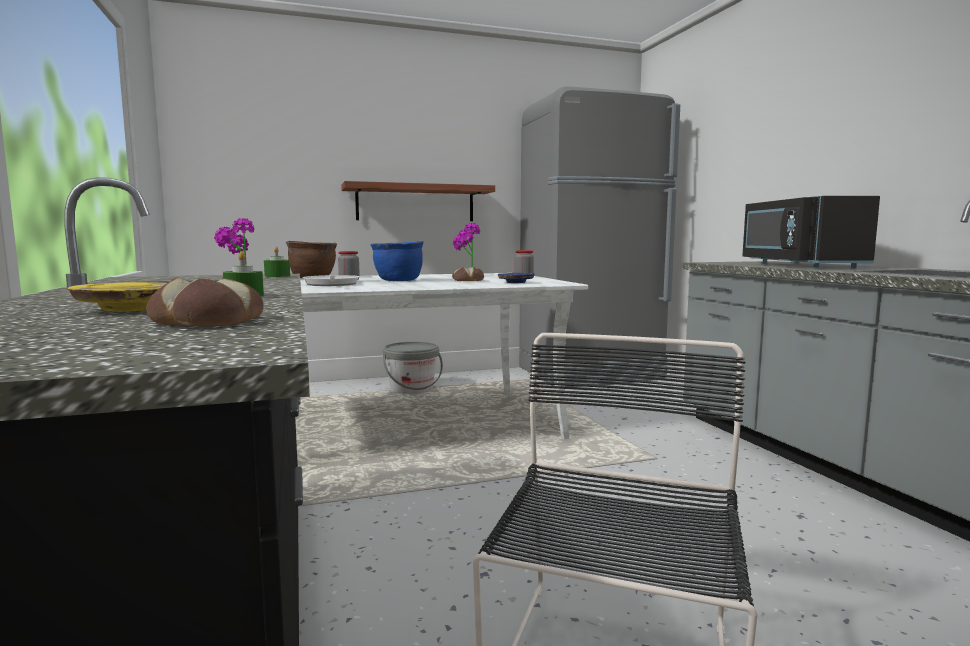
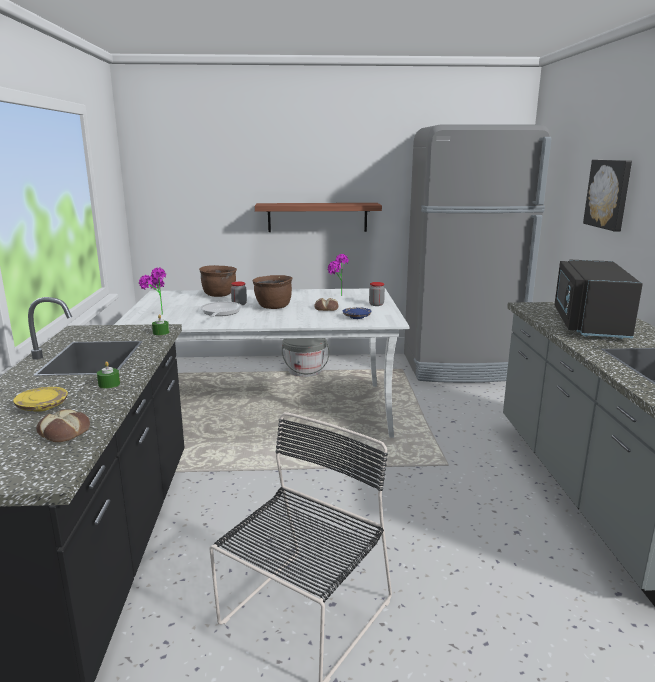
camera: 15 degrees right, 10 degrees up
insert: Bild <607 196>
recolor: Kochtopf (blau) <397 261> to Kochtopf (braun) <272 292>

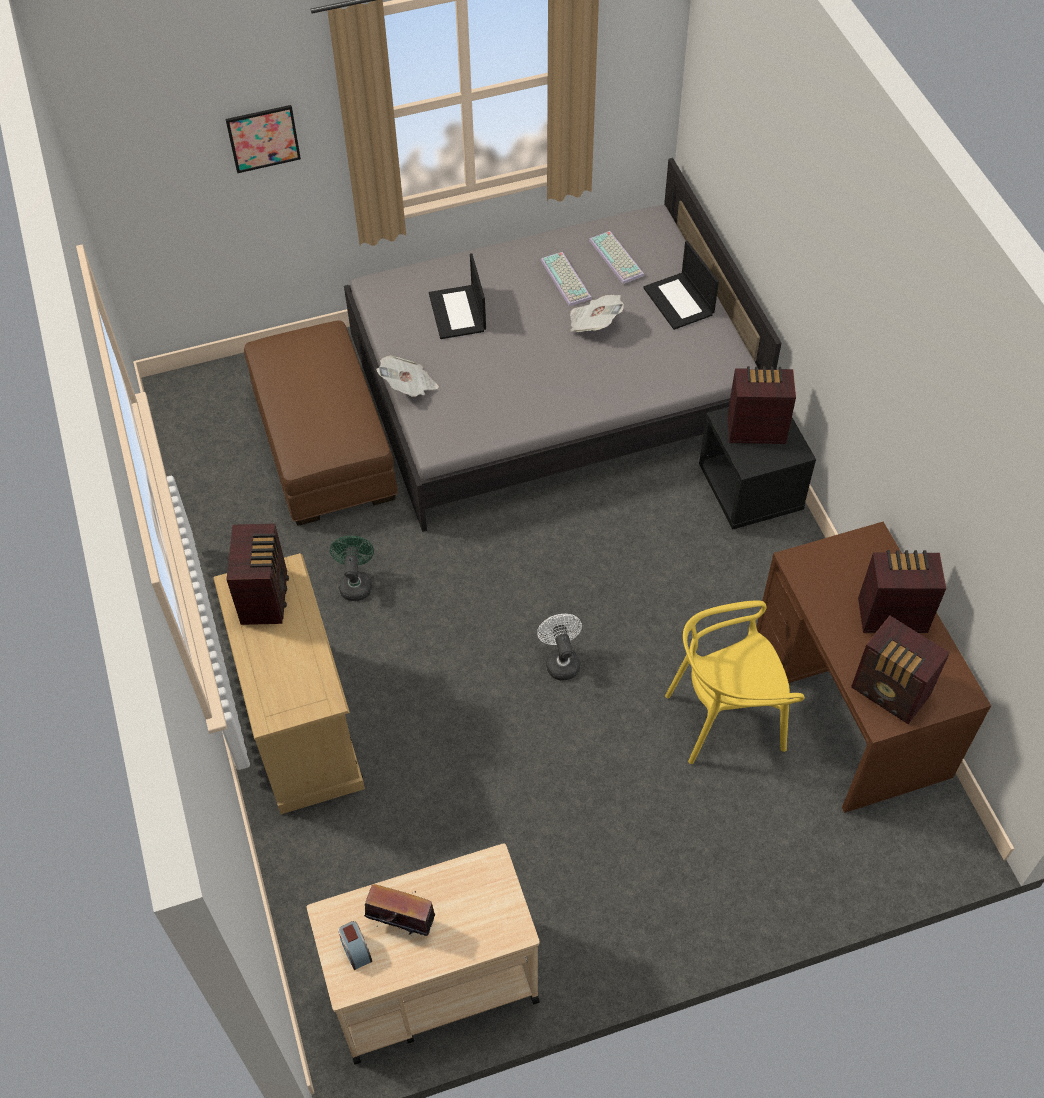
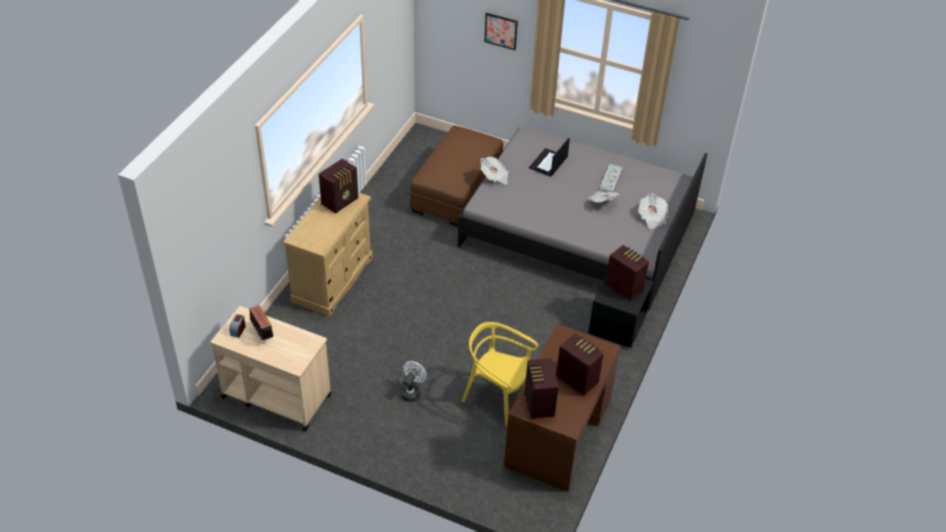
camera: 40 degrees right, 10 degrees down
delete: Ventilator (grün) <352 568>; Tastatur <616 257>
move: Ventilator (weiß) <559 647> to <413 381>
replace: Laptop <681 285> to Zeitung <653 211>

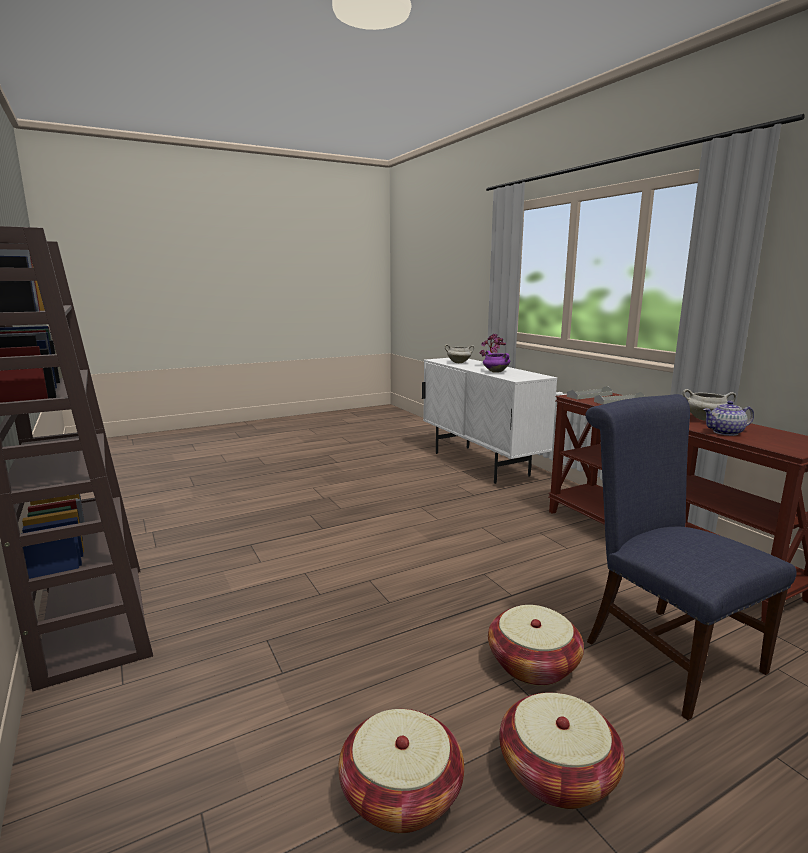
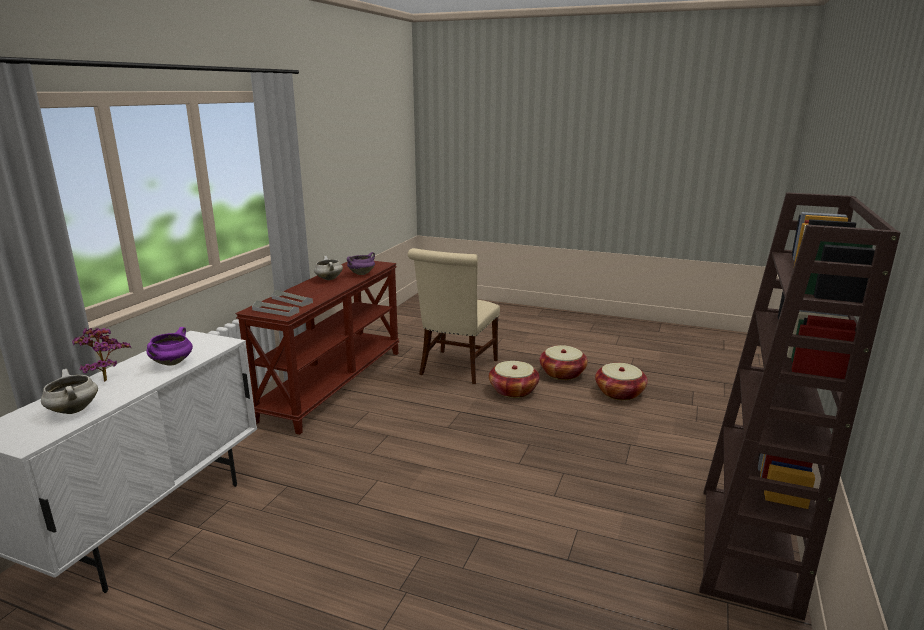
camera: 130 degrees left, 5 degrees up
replace: Teekanne <728 418> to Kochtopf (lila) <361 263>
recolor: Stuhl (blau) <691 557> to Stuhl (beige) <454 316>

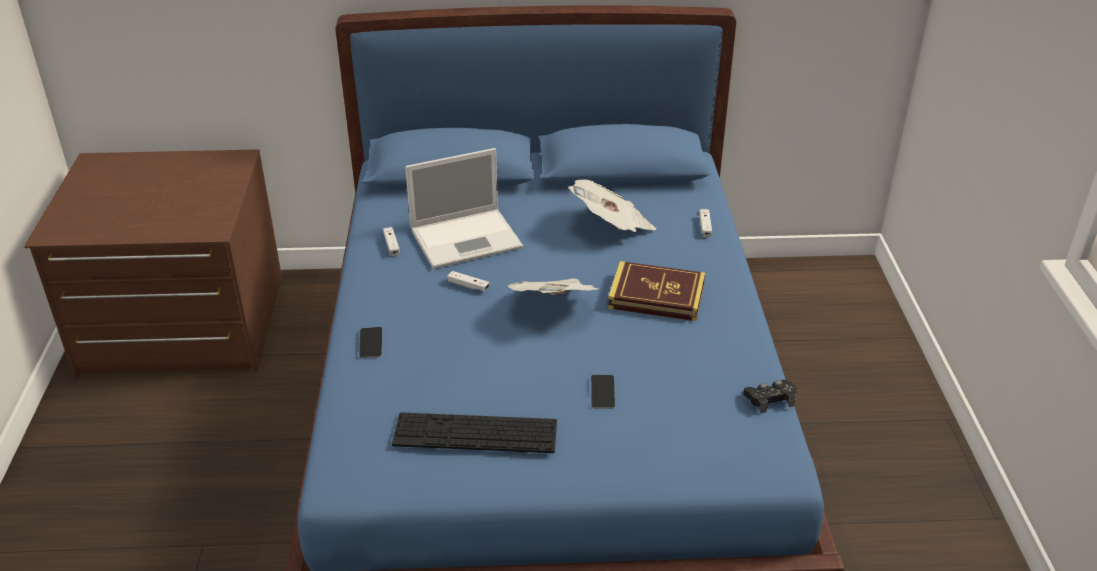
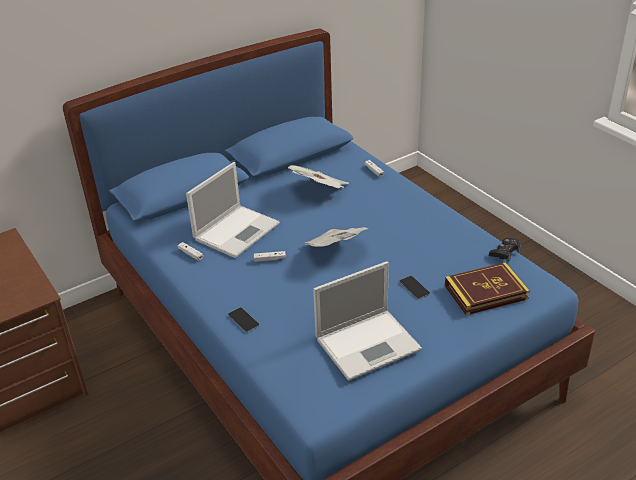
camera: 30 degrees left, 0 degrees up
move: Buch <656 291> to <487 288>
replace: Tastatur <474 432> to Laptop <367 321>

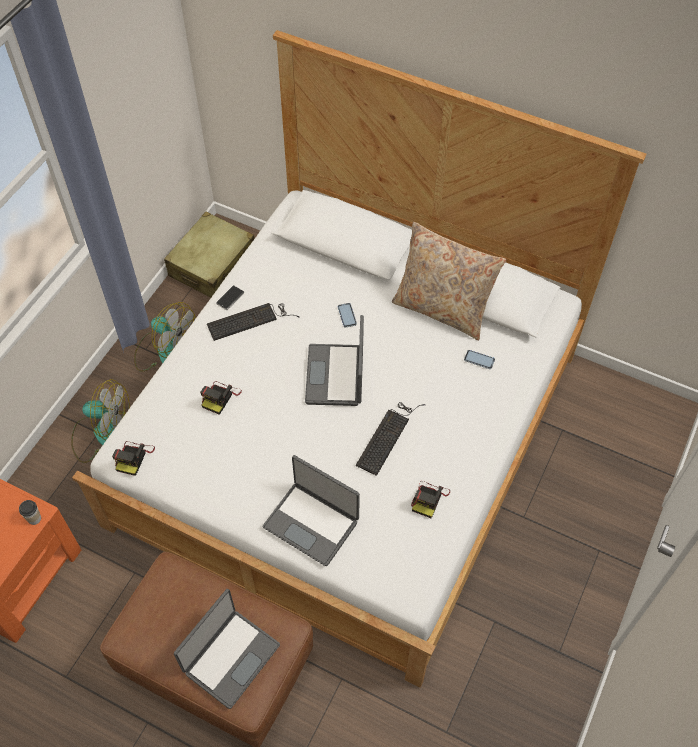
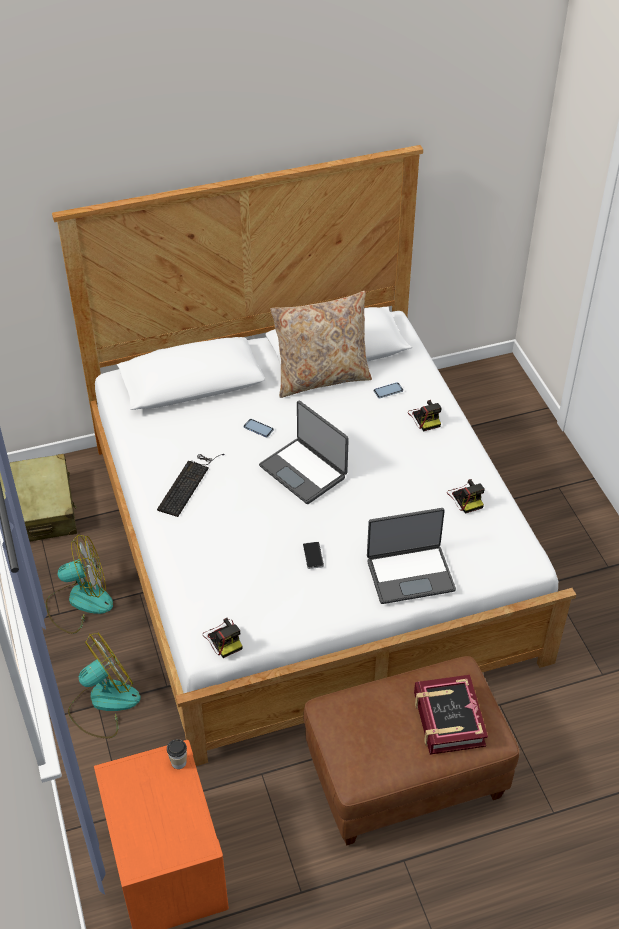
camera: 45 degrees left, 10 degrees down
delete: Tastatur <391 439>
move: Handy <230 297> to <313 555>; Kamera <221 398> to <424 416>
replace: Laptop <227 649> to Buch <451 715>

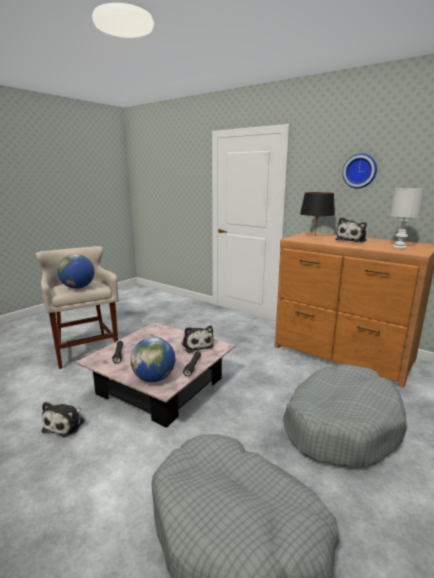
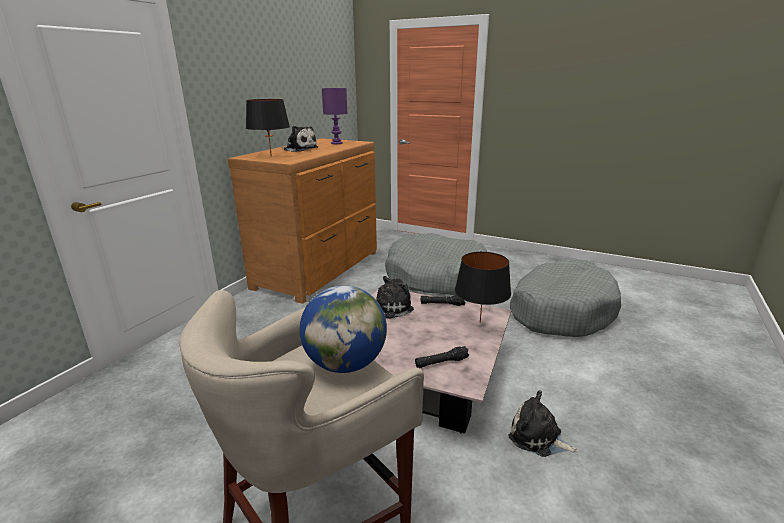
camera: 100 degrees left, 5 degrees up
delete: Wanduhr <360 170>
replace: Globus <152 359> to Tischlampe (schwarz) <483 287>
recolor: Tischlampe (weiß) <407 218> to Tischlampe (lila) <335 116>
rotate: Plüschtier <63 419> = <543 423> 150 degrees counterclockwise

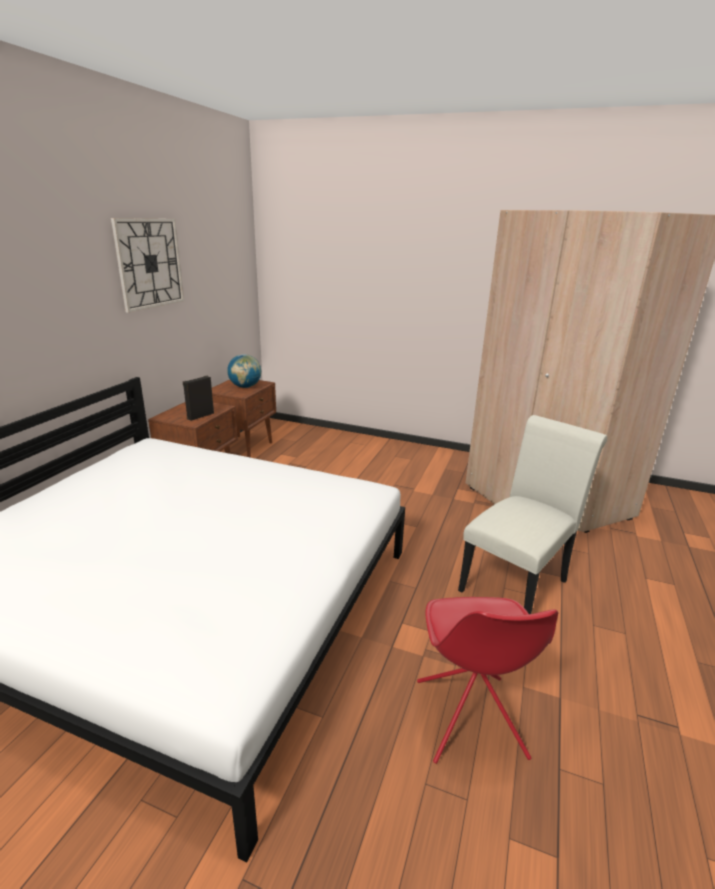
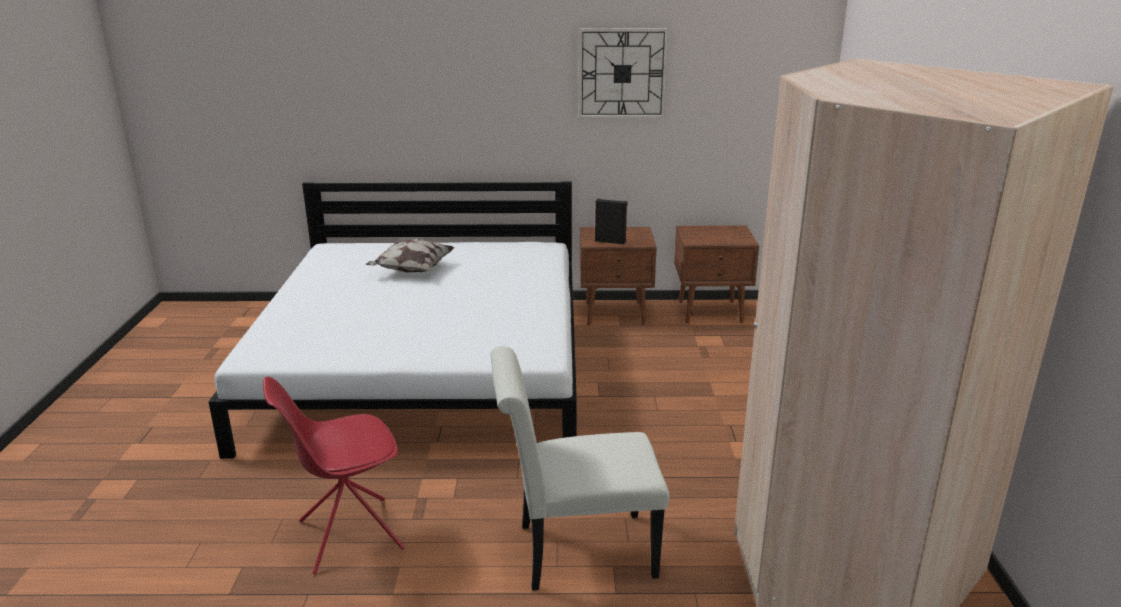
camera: 70 degrees right, 0 degrees up
delete: Globus <244 371>
insert: Kissen <410 255>
rotate: Stuhl (weiß) <532 514> = <580 468> 150 degrees clockwise

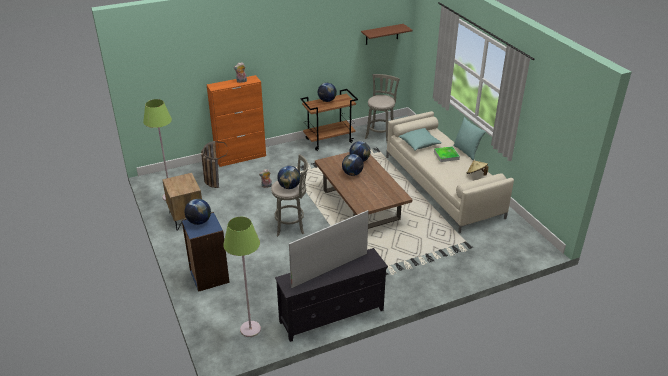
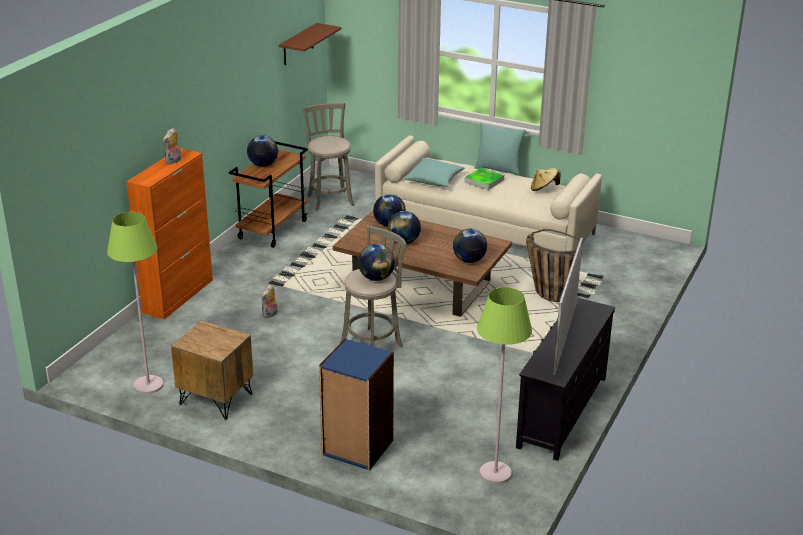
camera: 40 degrees left, 5 degrees down
move: Globus <198 212> to <470 246>; Korb <214 164> to <553 265>

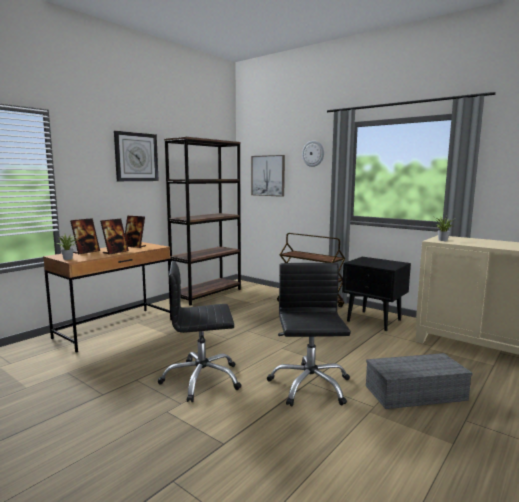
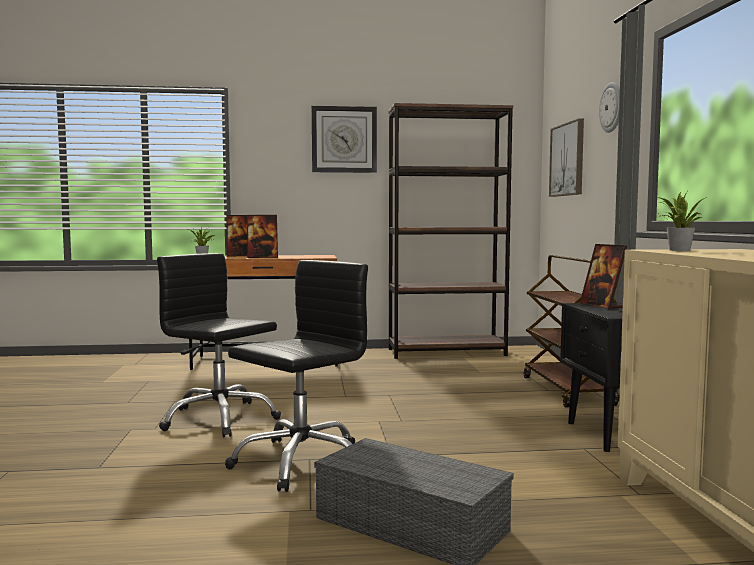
camera: 45 degrees right, 5 degrees down
move: Bilderrahmen <135 232> to <603 276>

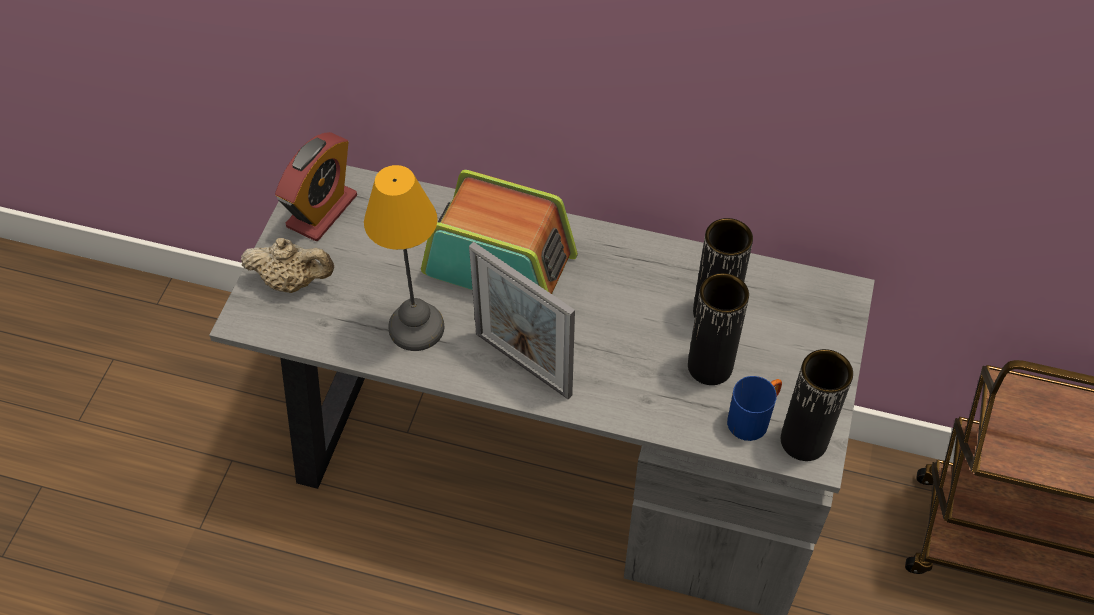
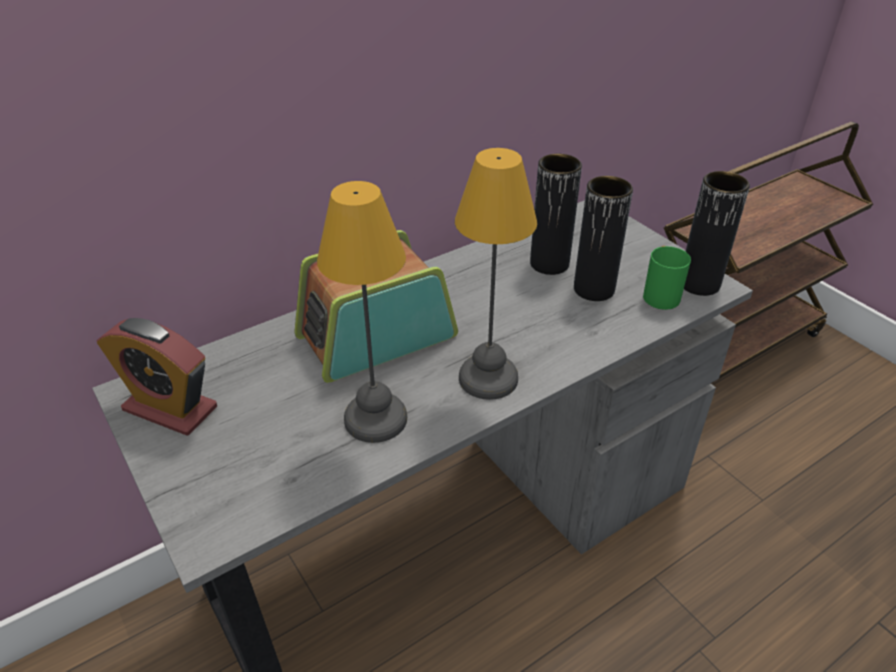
camera: 50 degrees left, 15 degrees down
delete: Teekanne (beige) <287 265>
replace: Bilderrahmen <522 320> to Tischlampe <496 274>
recolor: Henkelbecher (blau) <754 408> to Henkelbecher (grün) <667 278>
rotate: Wecker <316 186> = <156 377> 135 degrees clockwise

